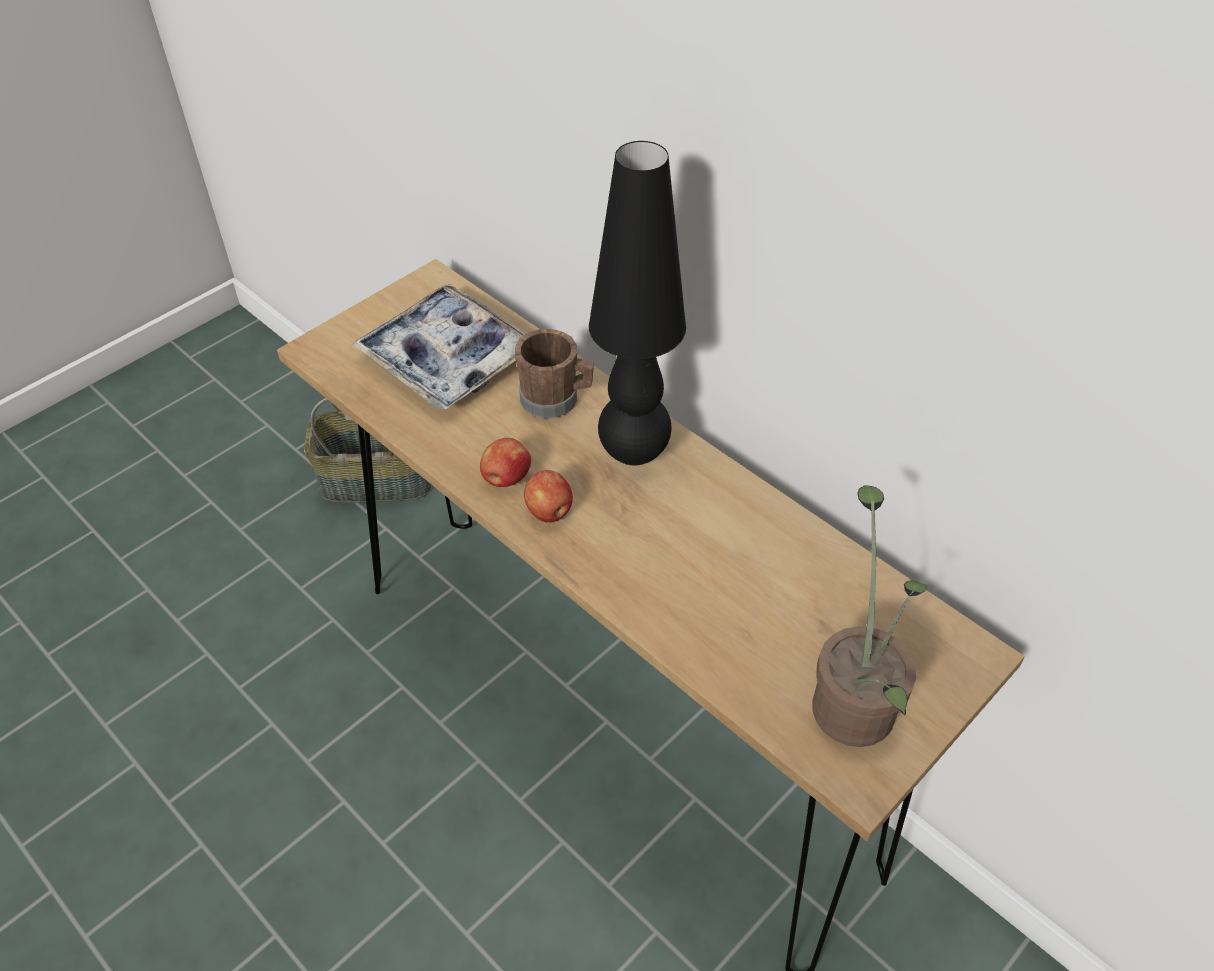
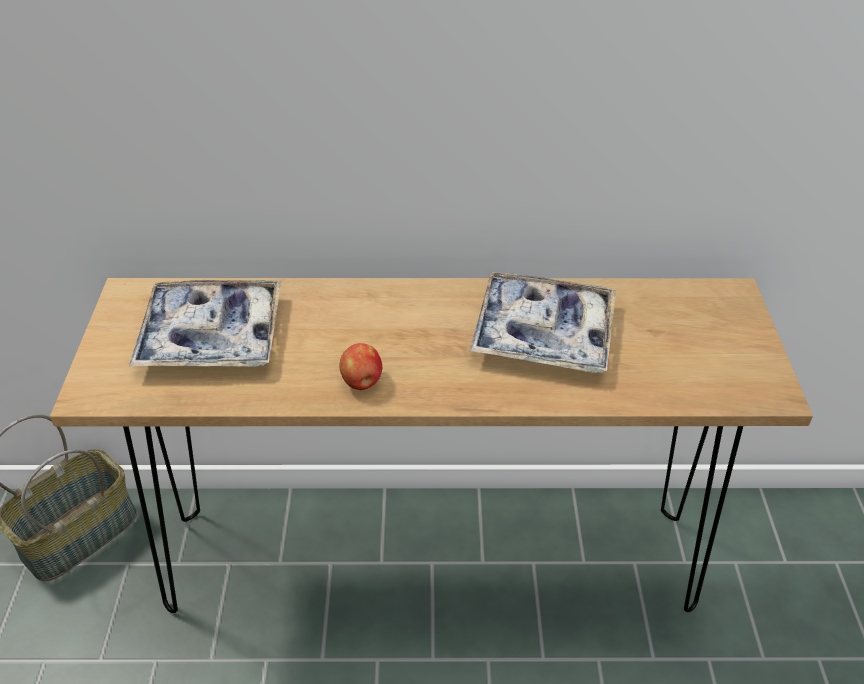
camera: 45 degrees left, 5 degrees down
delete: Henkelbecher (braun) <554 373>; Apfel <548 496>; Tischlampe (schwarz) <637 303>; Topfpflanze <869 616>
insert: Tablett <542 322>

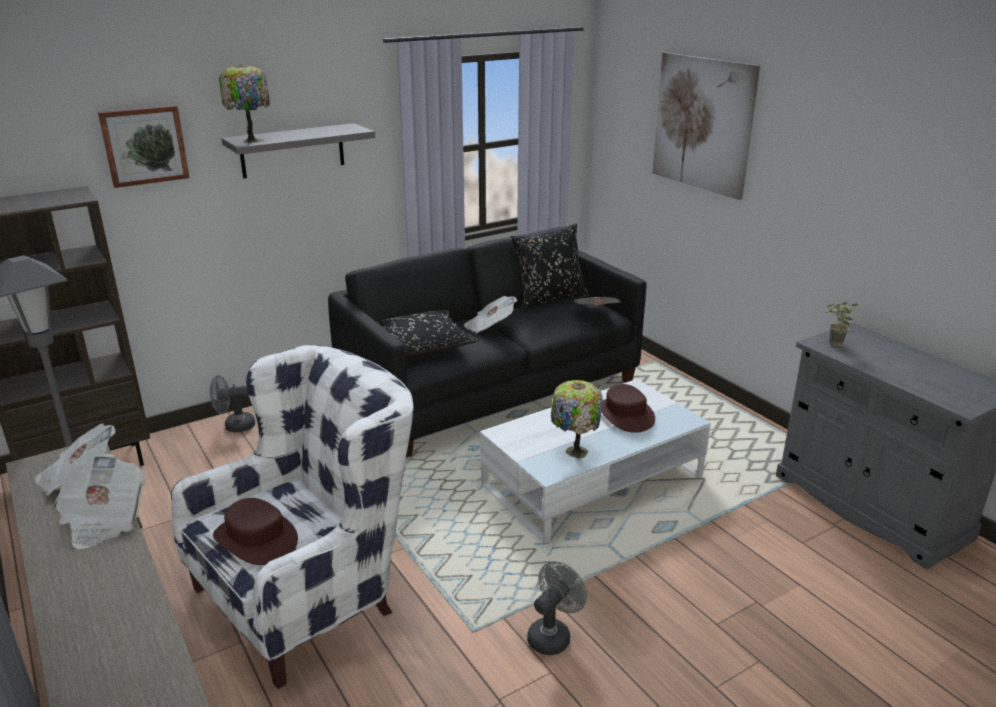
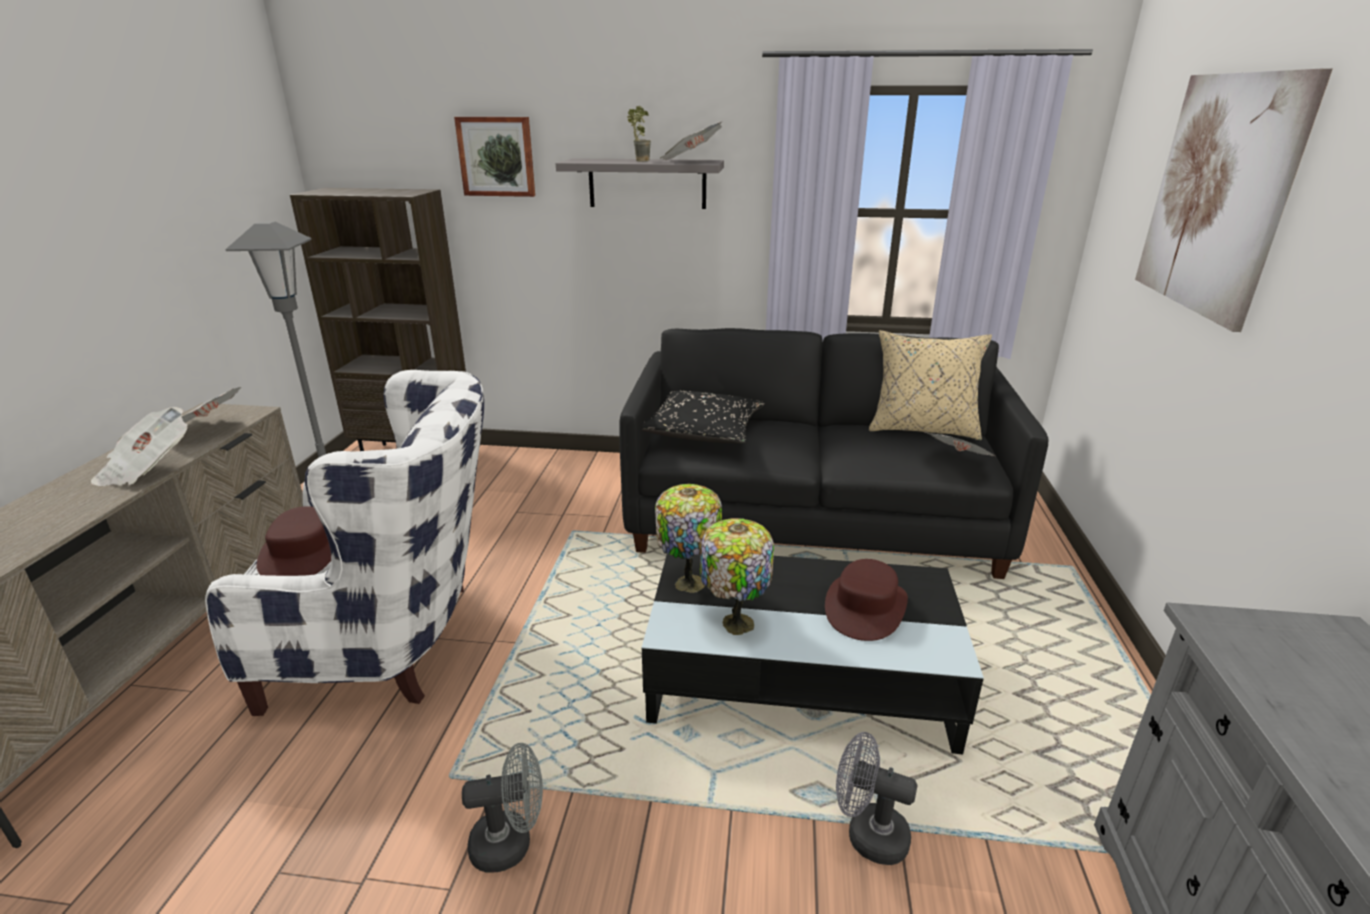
camera: 40 degrees right, 0 degrees up
move: Topfpflanze <841 324> to <639 134>; Tischlampe <244 103> to <688 538>; Zeitung <490 314> to <691 141>; Ventilator (grau) <232 404> to <877 798>
recolor: Couchtisch (weiß) <595 461> to Couchtisch (schwarz) <813 654>; Kissen (schwarz) <549 266> to Kissen (beige) <930 385>

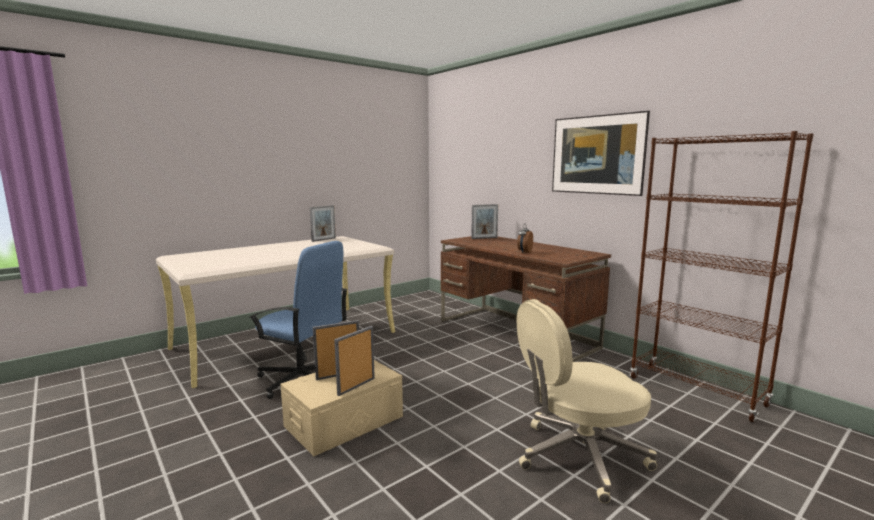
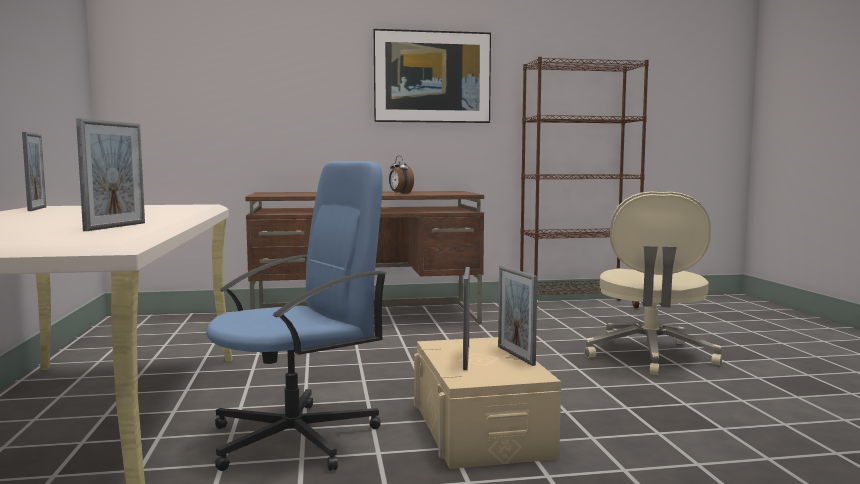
camera: 60 degrees left, 5 degrees down
move: Bilderrahmen <484 221> to <110 174>

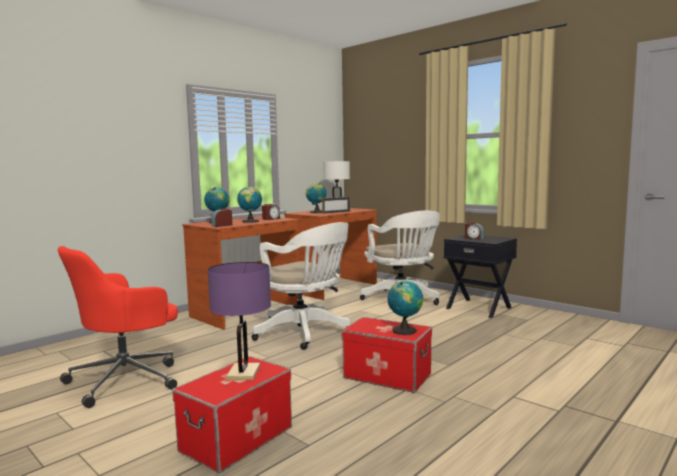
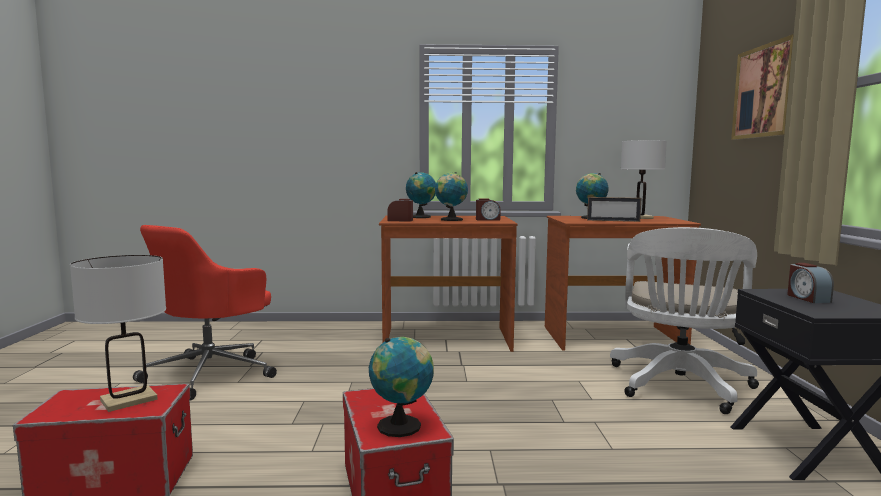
camera: 45 degrees right, 0 degrees up
delete: Bürostuhl (weiß) <301 286>
insert: Bild <762 87>
recolor: Tischlampe (lila) <239 321> to Tischlampe (weiß) <118 333>
rotate: Bürostuhl (rot) <118 327> = <205 312> 60 degrees counterclockwise

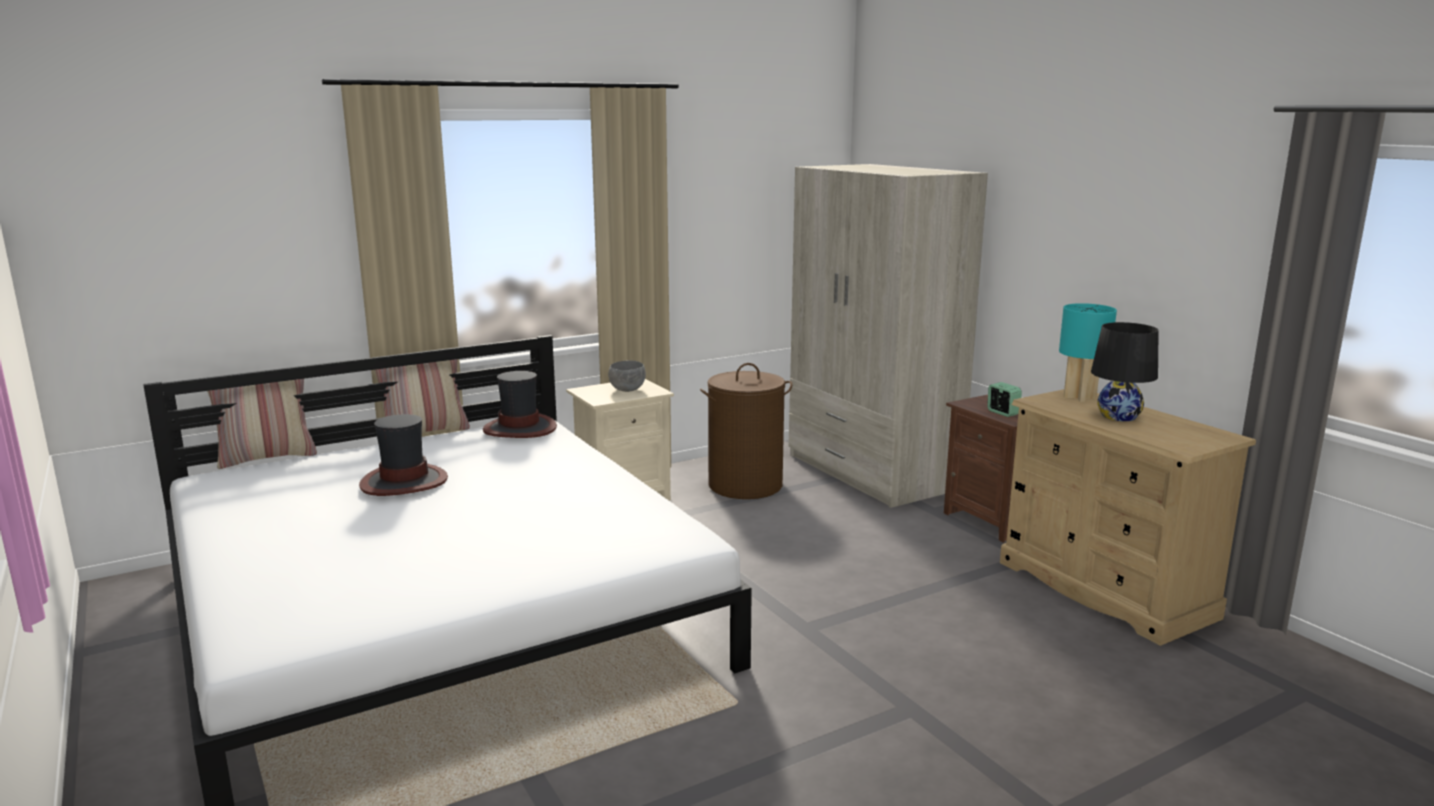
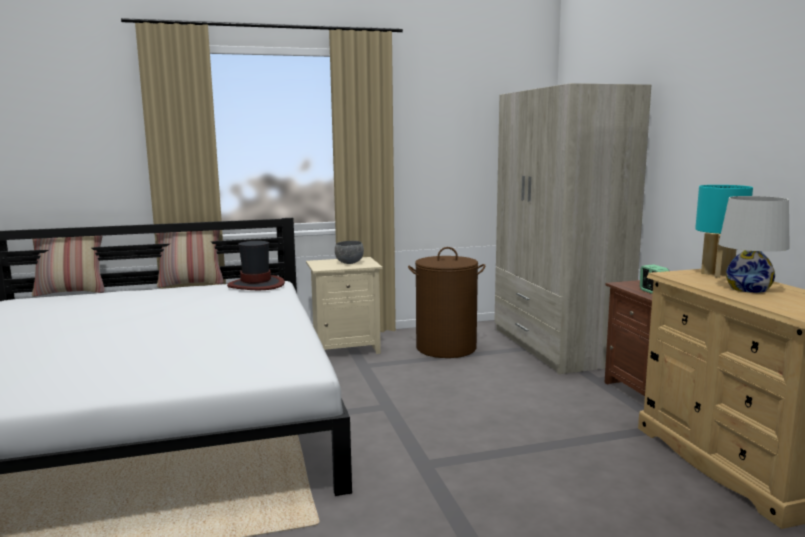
camera: 15 degrees right, 5 degrees down
delete: Hut <403 455>
recolor: Tischlampe (schwarz) <1125 371> to Tischlampe (weiß) <754 244>

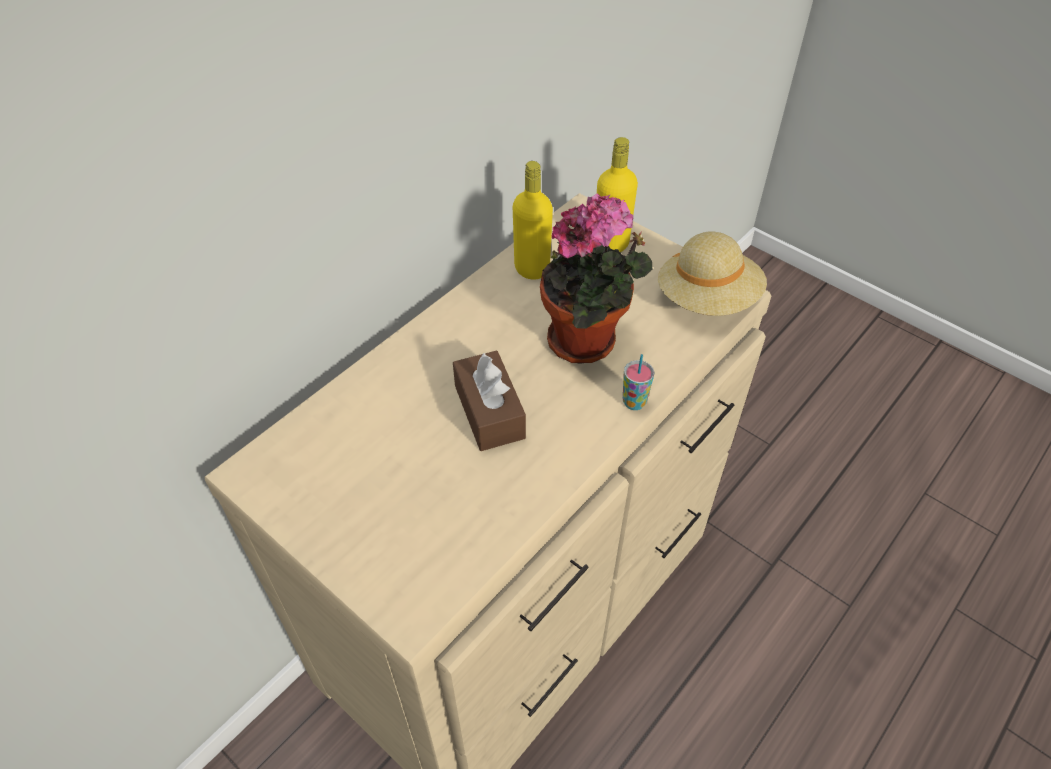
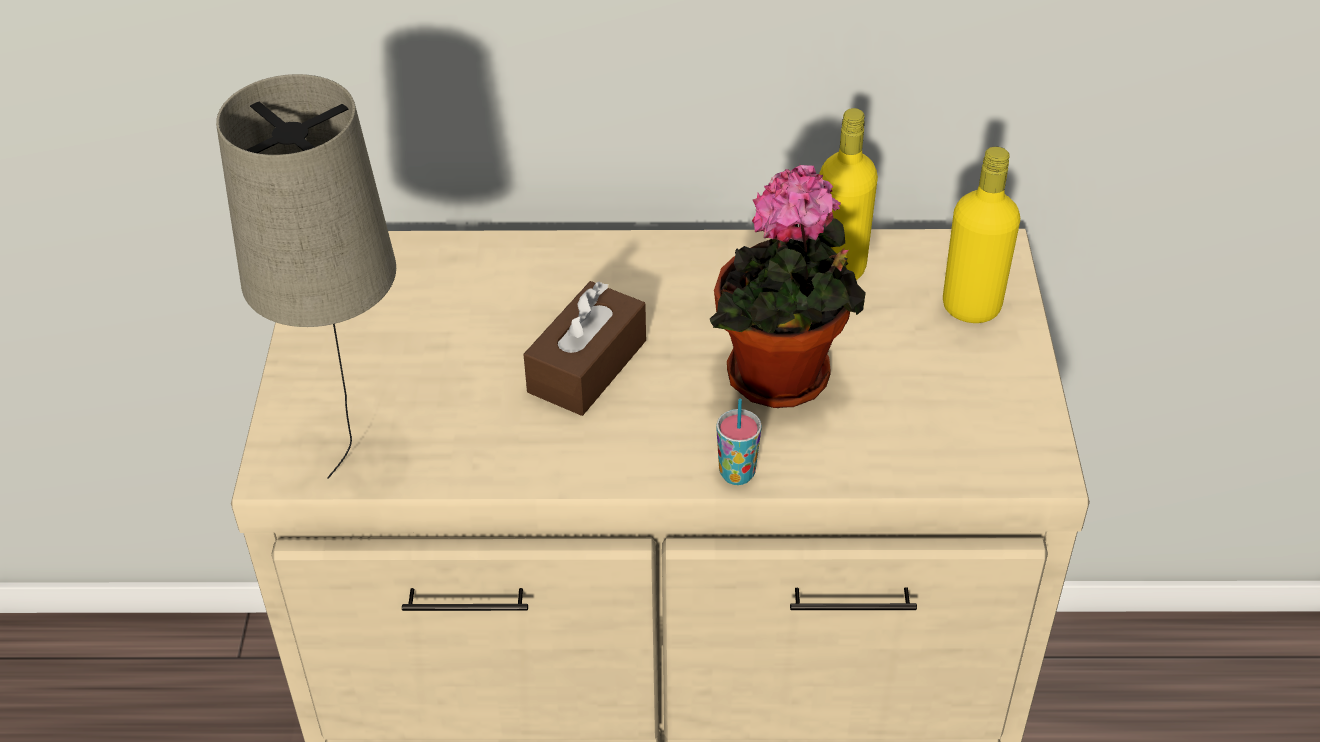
camera: 50 degrees right, 5 degrees down
delete: Hut (beige) <712 273>
insert: Tischlampe (beige) <306 276>

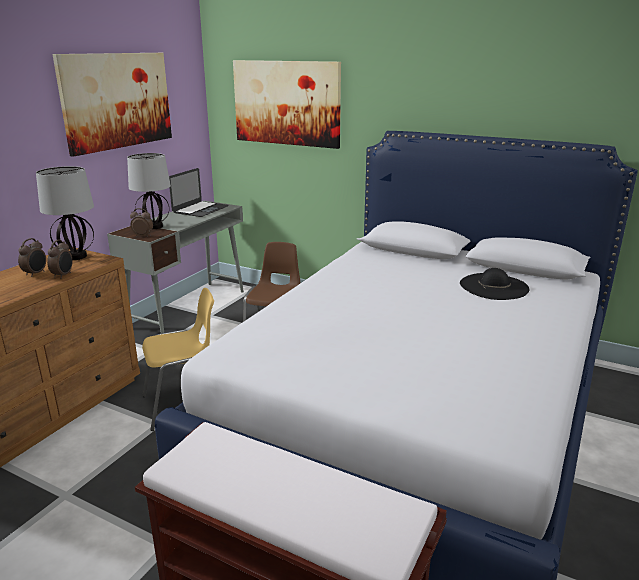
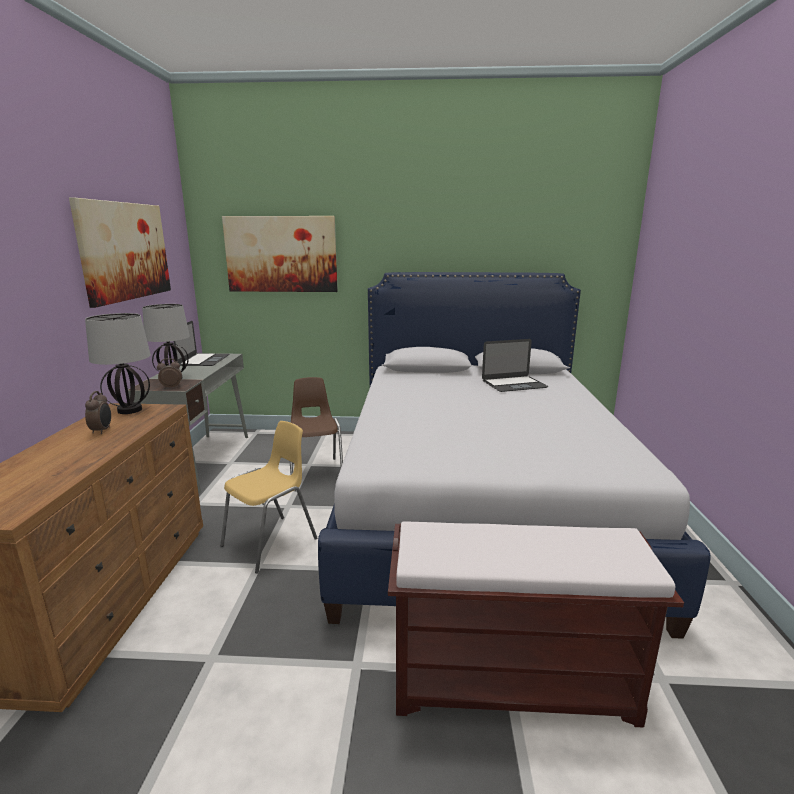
camera: 25 degrees left, 5 degrees down
delete: Wecker <59 259>
replace: Hut (schwarz) <494 284> to Laptop <515 365>

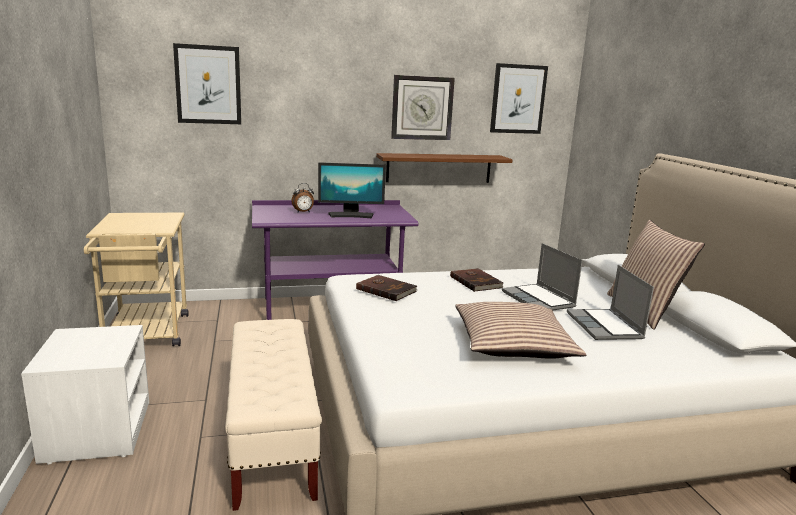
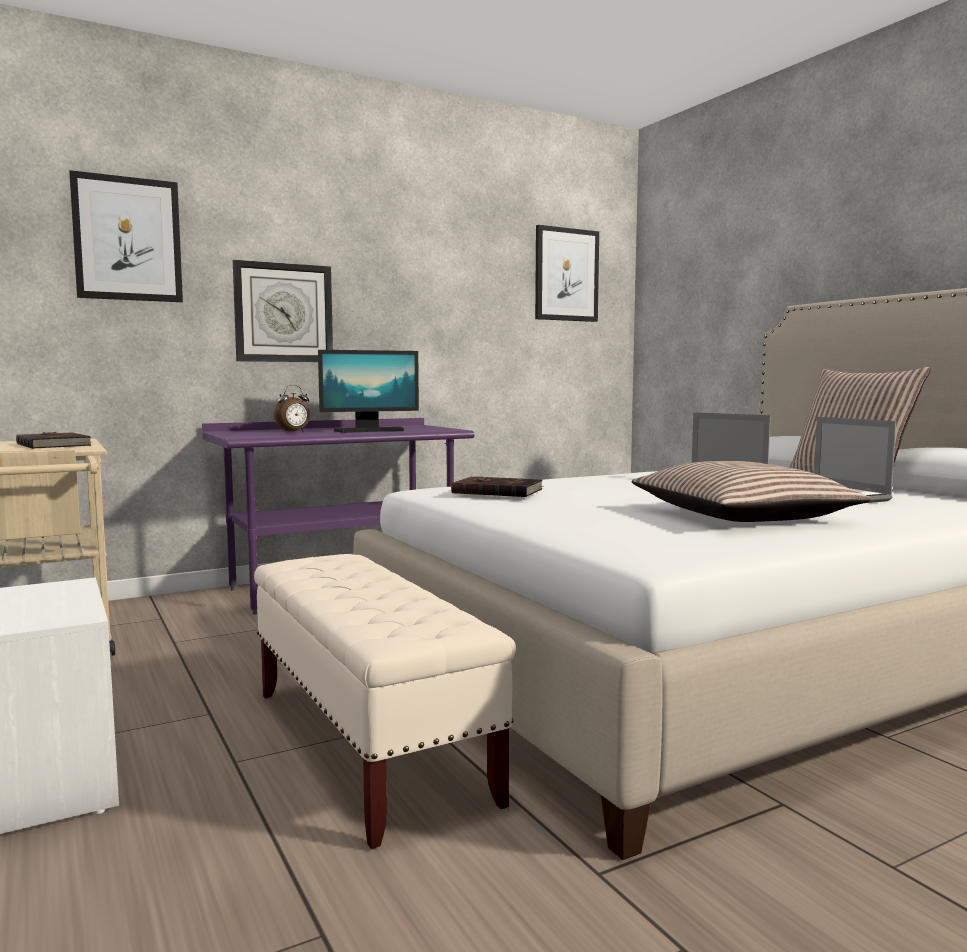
camera: 15 degrees left, 10 degrees down
delete: Wandregal (braun) <444 168>
move: Buch (braun) <477 280> to <53 440>; Wanduhr <423 107> to <283 311>

